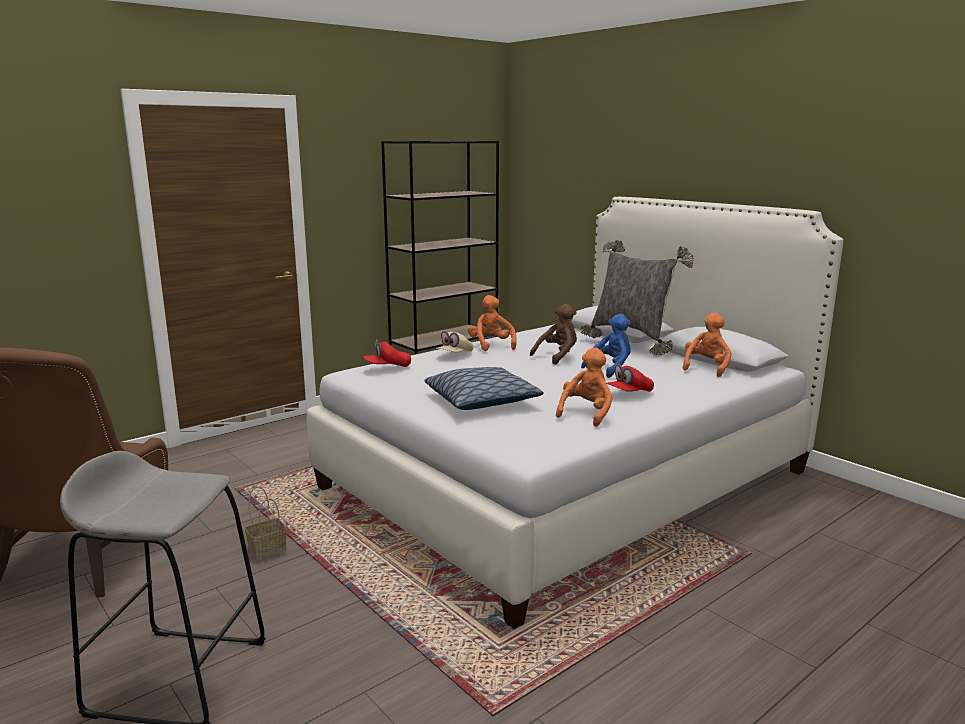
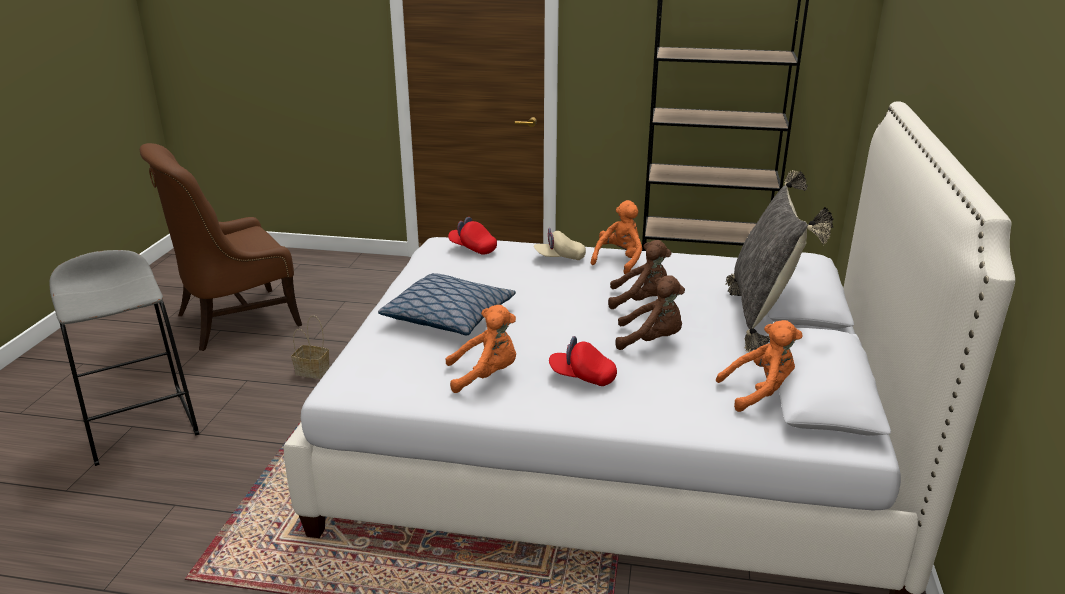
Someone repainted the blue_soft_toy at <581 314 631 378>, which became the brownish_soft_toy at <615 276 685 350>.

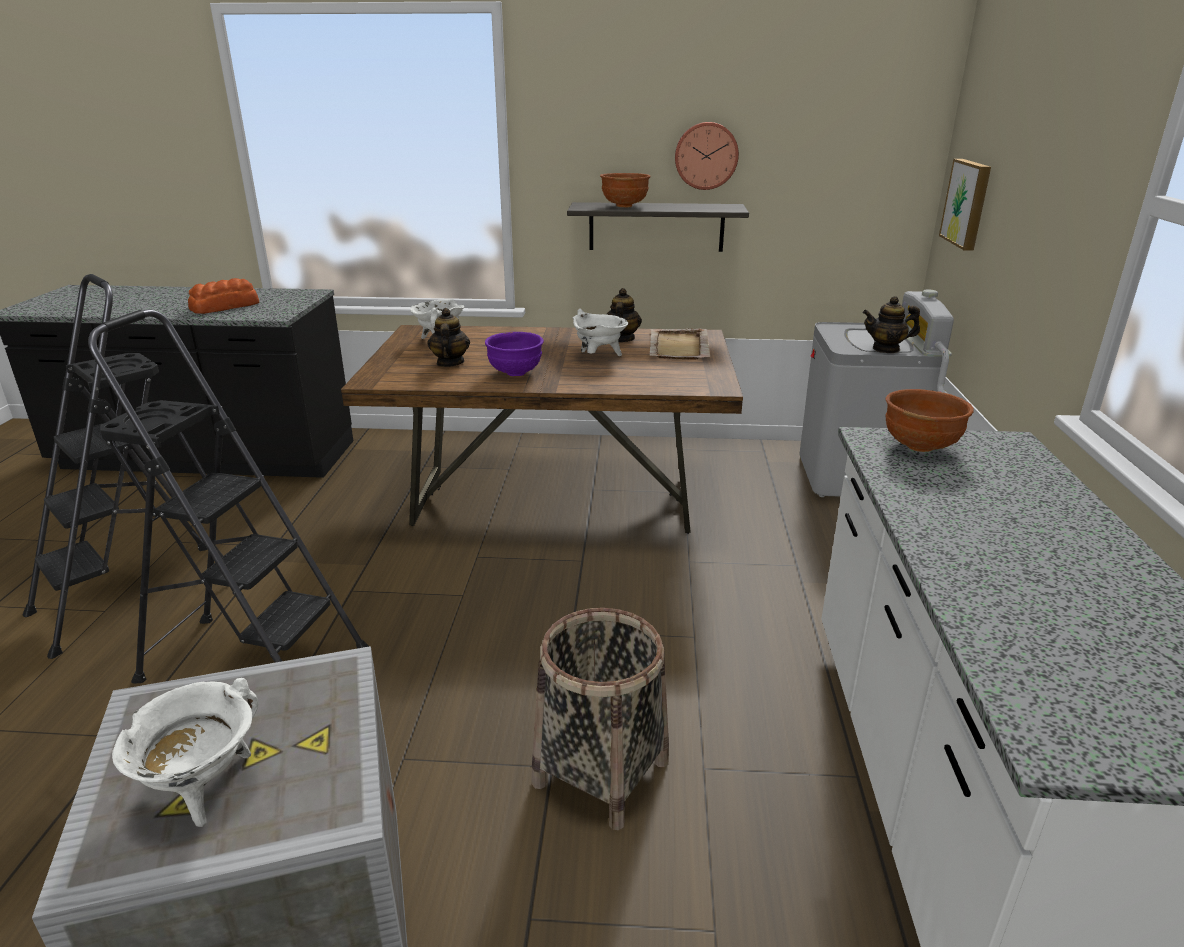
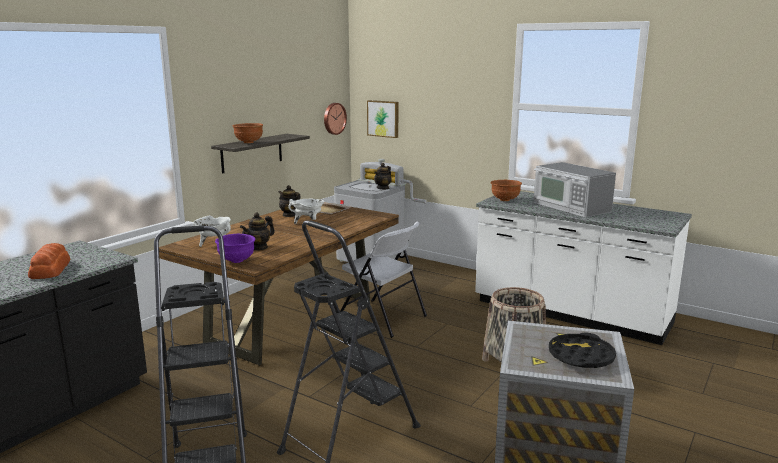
Someone carried the clock_on_the_wall from <675 122 739 190> to <324 103 347 135>.
Someone rotated the tea_pot at <427 308 470 367> by 75 degrees counterclockwise.
Someone carried the purple_deep_dish from <485 332 544 376> to <215 234 255 263>.
Someone swapped the white_cooking_pot at <112 678 258 827> for the blackish_tray at <549 333 616 368>.
Someone put down the microwave at <533 162 616 217>.
Someone put down the white_chair at <340 221 427 338>.

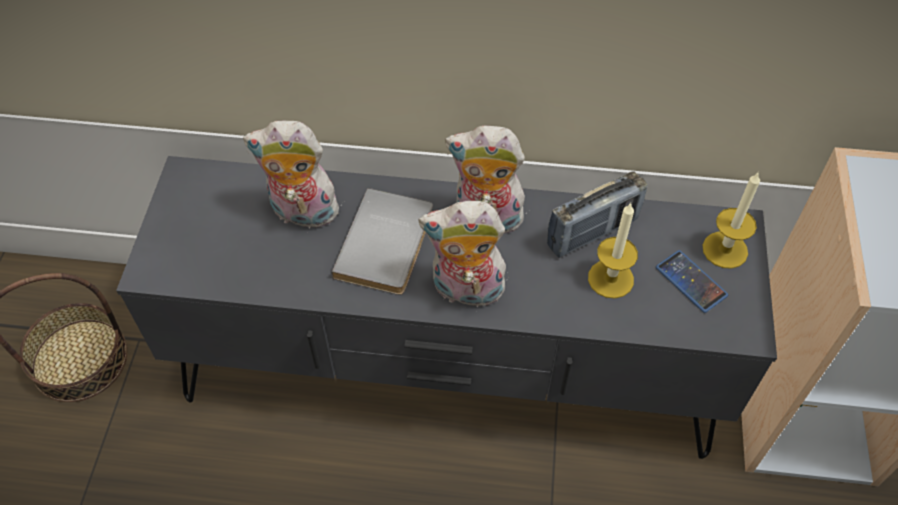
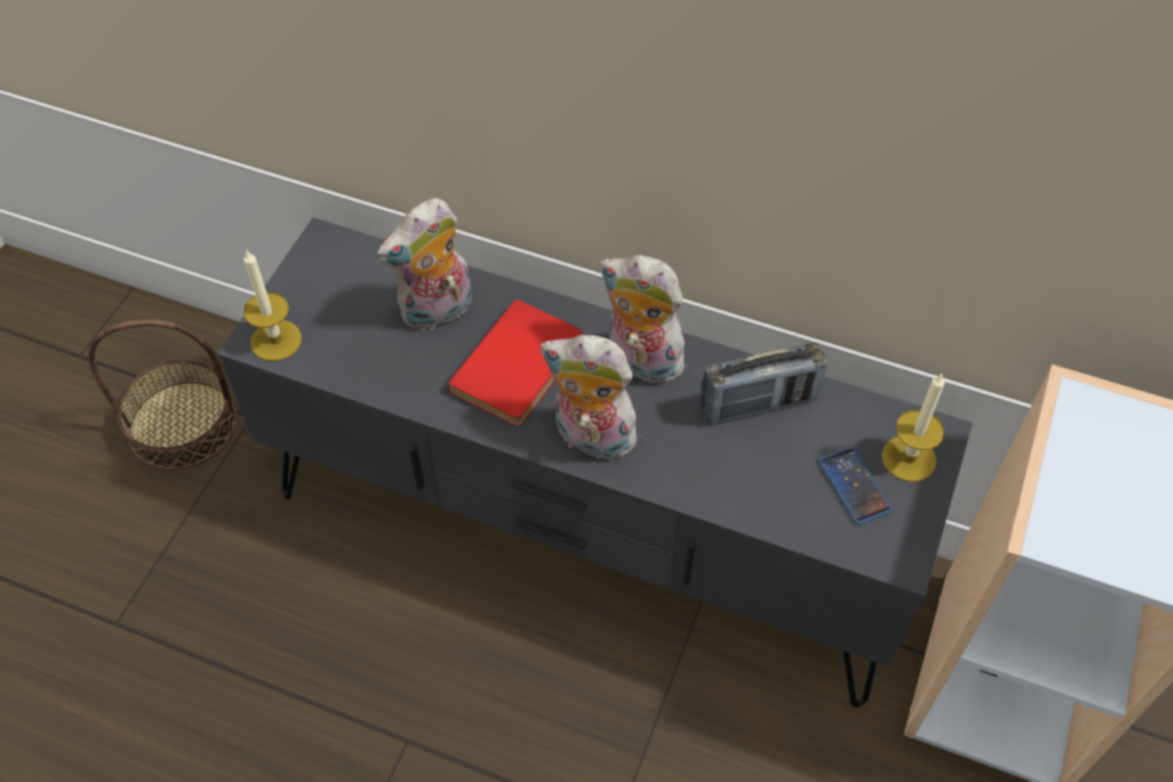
Someone rotated the soft_toy at <243 121 339 228> by 60 degrees counterclockwise.
Someone repainted the grey_bound_book at <332 188 433 295>, which became the reddish_bound_book at <447 299 583 426>.
Someone carried the wax_candle from <588 203 638 299> to <243 251 302 361>.

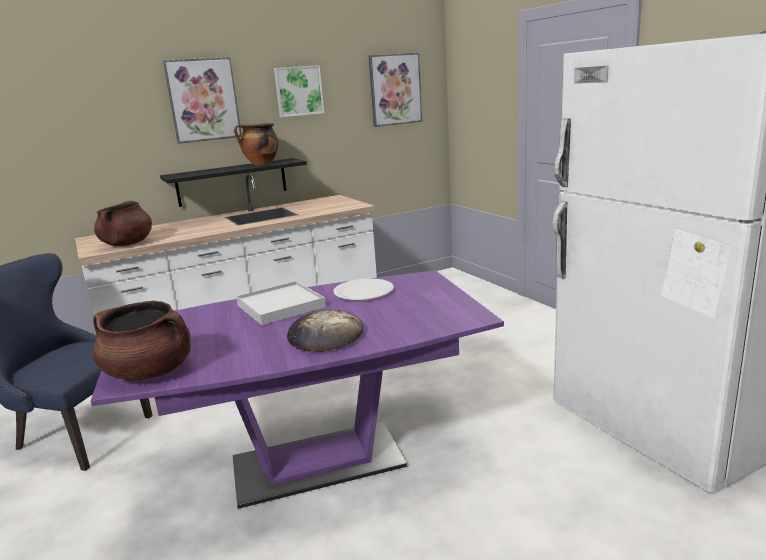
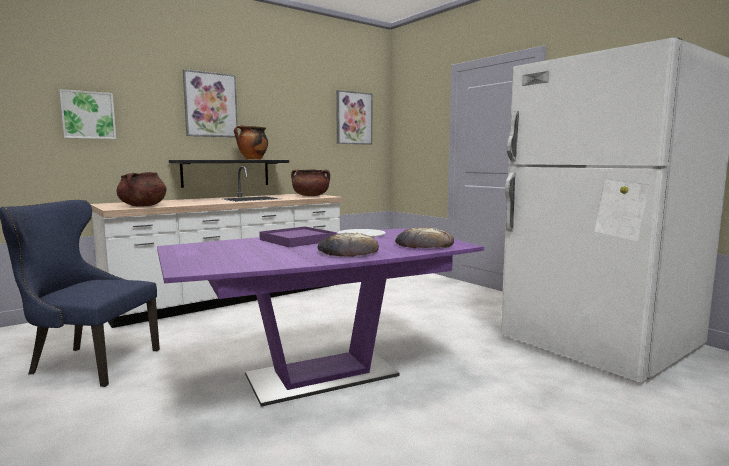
Someone carried the wall_picture from <274 65 324 117> to <59 89 116 139>.
Someone repainted the white_tray at <236 281 326 325>, which became the purple_tray at <259 227 336 247>.
Someone carried the brownish_cooking_pot from <93 301 191 380> to <291 169 330 196>.
Someone put down the baked_bread at <395 227 454 248>.

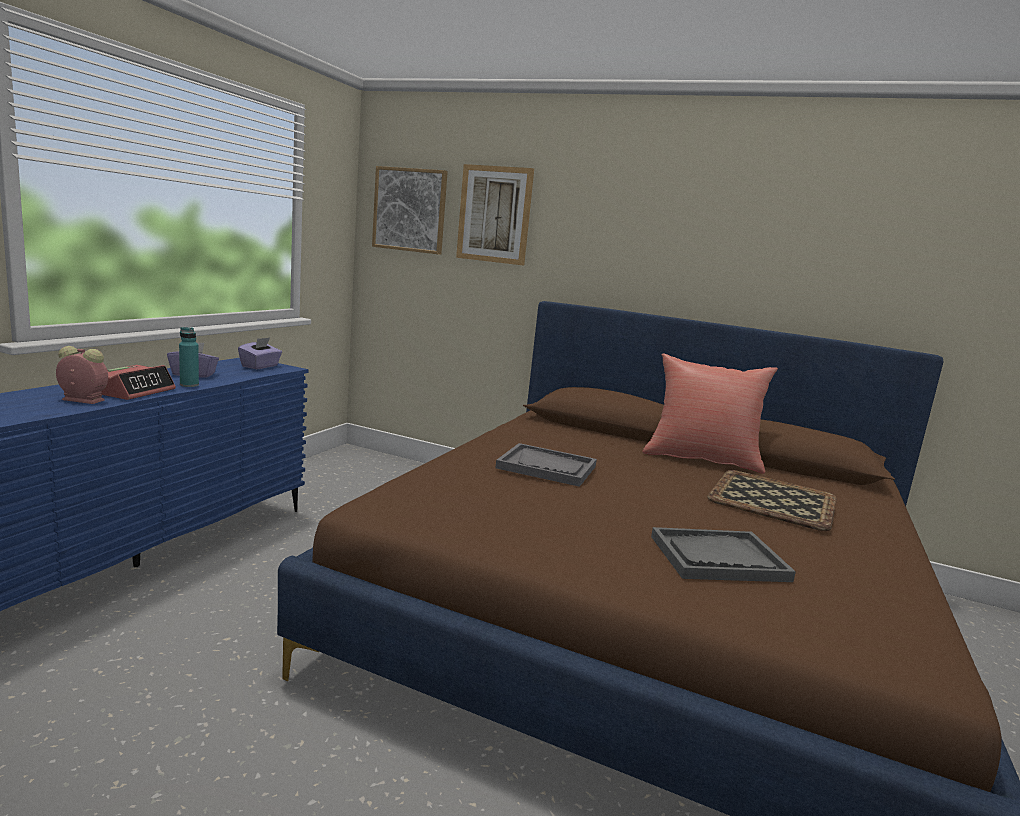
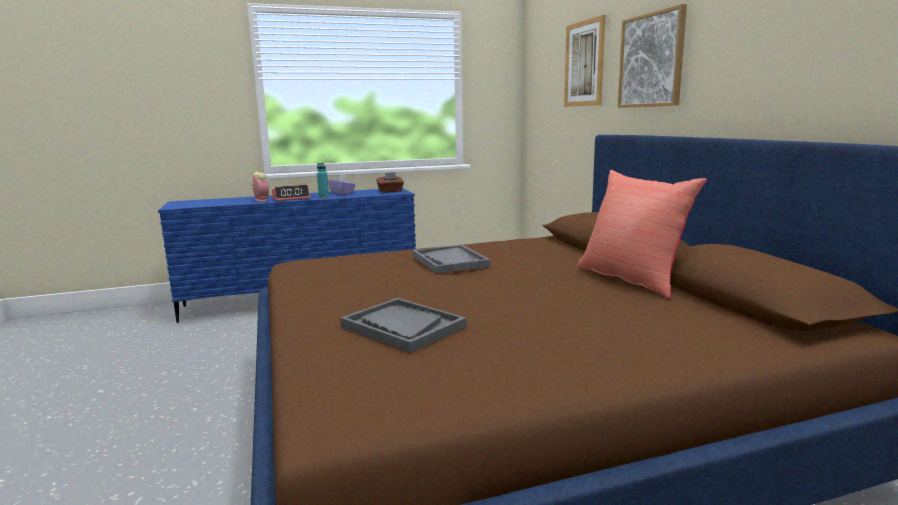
Someone carried the wall_picture from <372 166 448 255> to <618 4 687 108>.
Someone repainted the purple_box_of_tissues at <238 337 282 369>, which became the brownish_box_of_tissues at <376 172 404 193>.
Someone took away the tray at <707 470 837 531>.

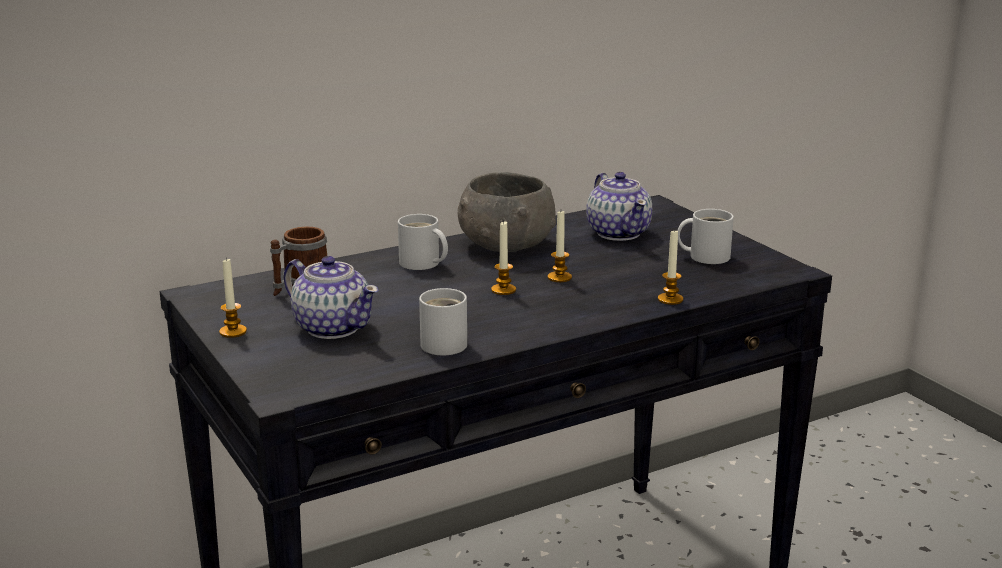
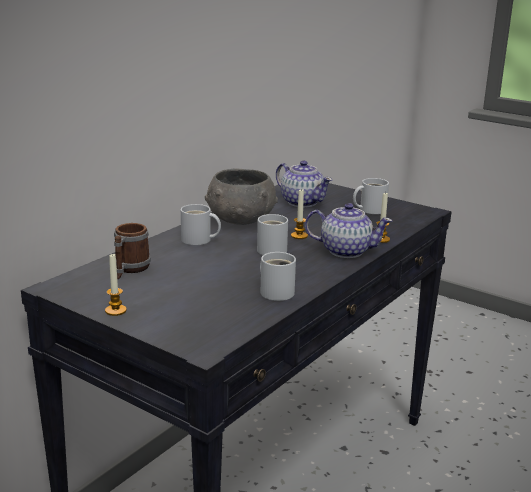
Someone swapped the wax_candle at <491 220 516 295> for the white_coffee_mug at <257 214 288 255>.
Someone carried the tea_pot from <284 256 378 339> to <305 203 393 258>.

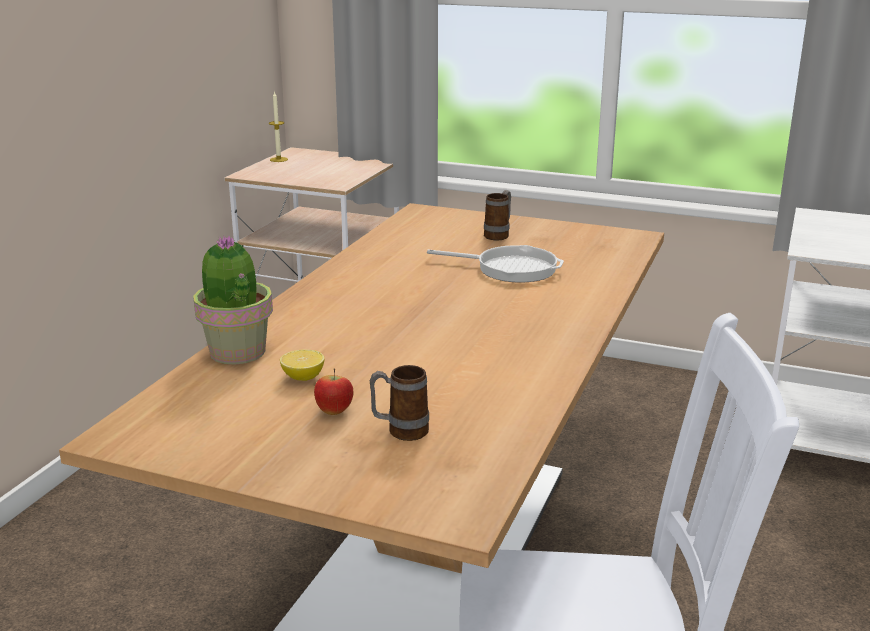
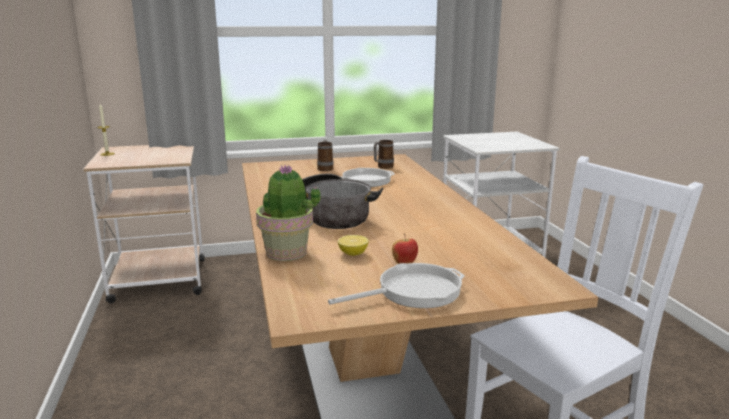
Someone carried the coffee_mug from <370 365 429 441> to <374 140 394 169>.
Someone put down the cooking_pot at <302 174 383 229>.
Someone put down the frying_pan at <328 263 465 308>.

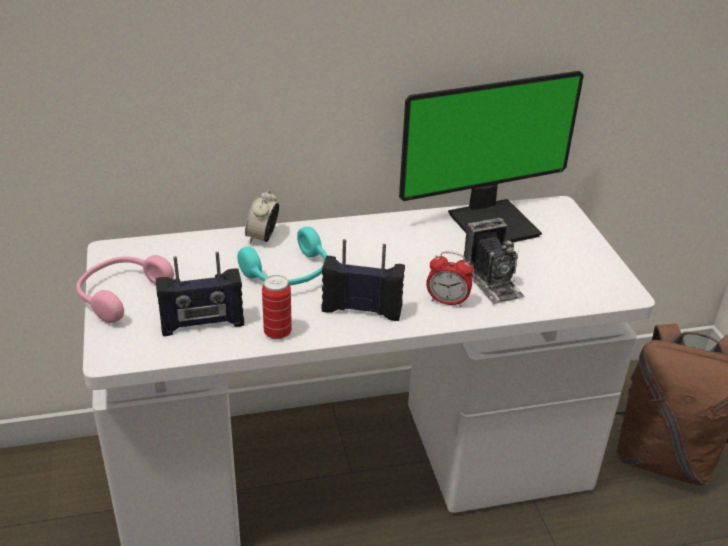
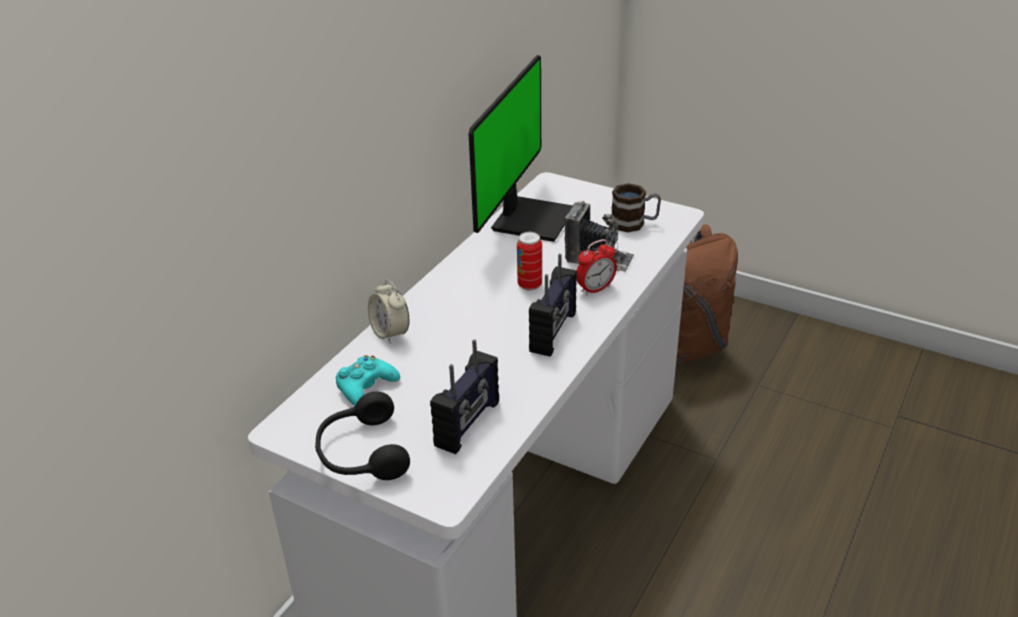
Someone took away the turquoise_headphones at <237 227 328 285>.
Someone rotated the radio at <322 239 405 321> by 150 degrees clockwise.
Someone repainted the pinkish_headphones at <76 255 174 323>, which became the blackish_headphones at <315 392 410 480>.
Someone carried the metal_can from <262 275 292 340> to <517 232 542 291>.
Someone put down the coffee_mug at <612 183 661 232>.
Someone put down the turquoise_gamepad at <336 355 400 406>.

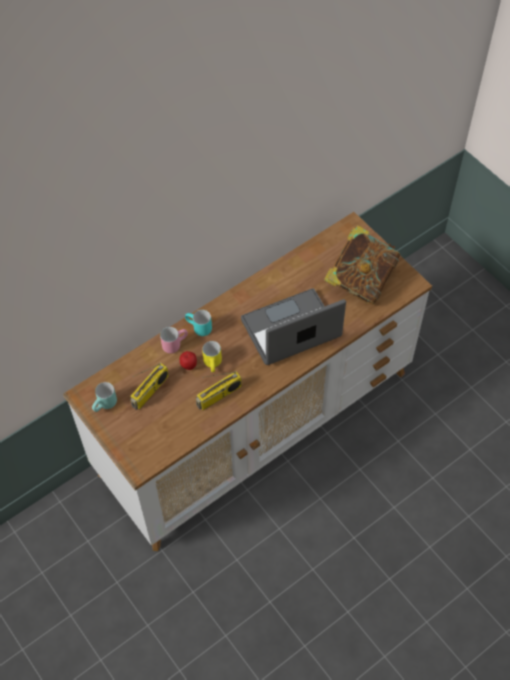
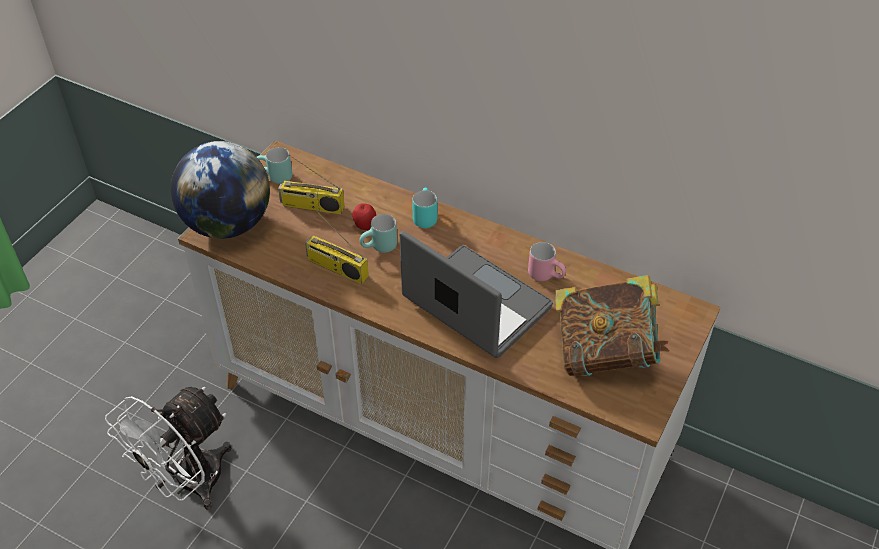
Someone carried the pinkish_coffee_mug from <160 327 188 353> to <528 242 566 281>.
Someone repainted the yellow-coloured_coffee_mug at <202 341 222 372>, which became the turquoise_coffee_mug at <359 214 397 252>.
Someone put down the desk_globe at <171 141 270 239>.
Someone put down the white_fan at <105 387 231 510>.

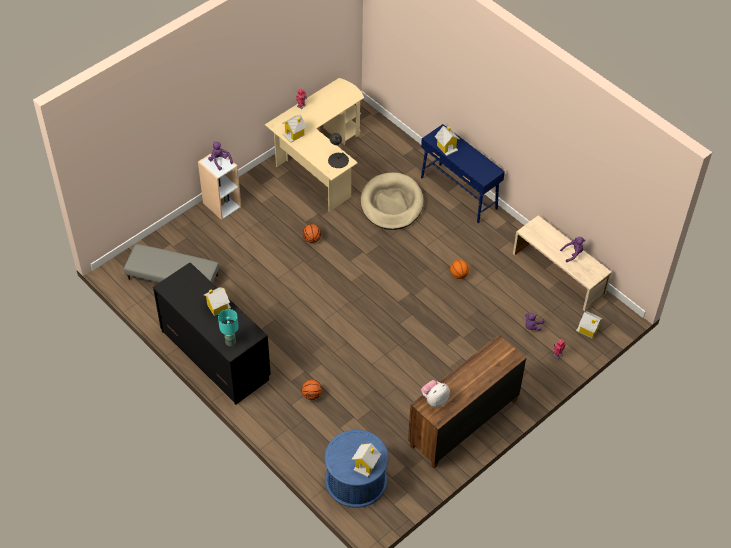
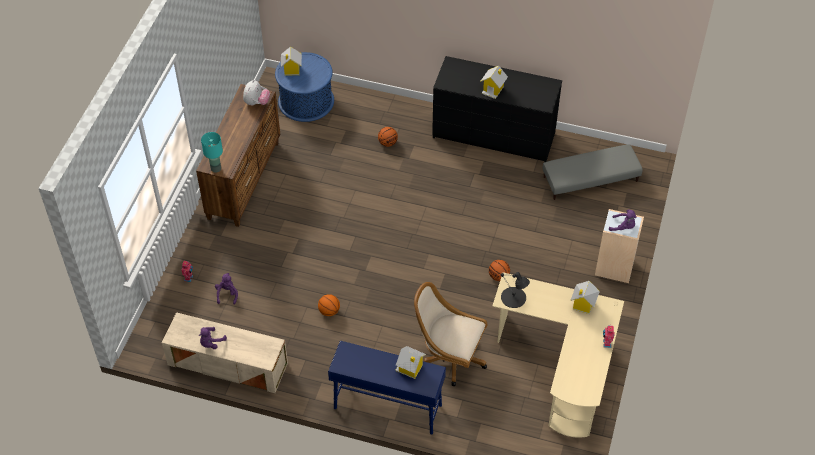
Someone swapped the beige_dog_cushion at <361 172 424 230> for the computer_chair at <414 282 488 386>.
Someone carried the turquoise_table_lamp from <218 309 239 346> to <201 132 223 173>.
Someone took away the miniature_house at <576 311 603 338>.

